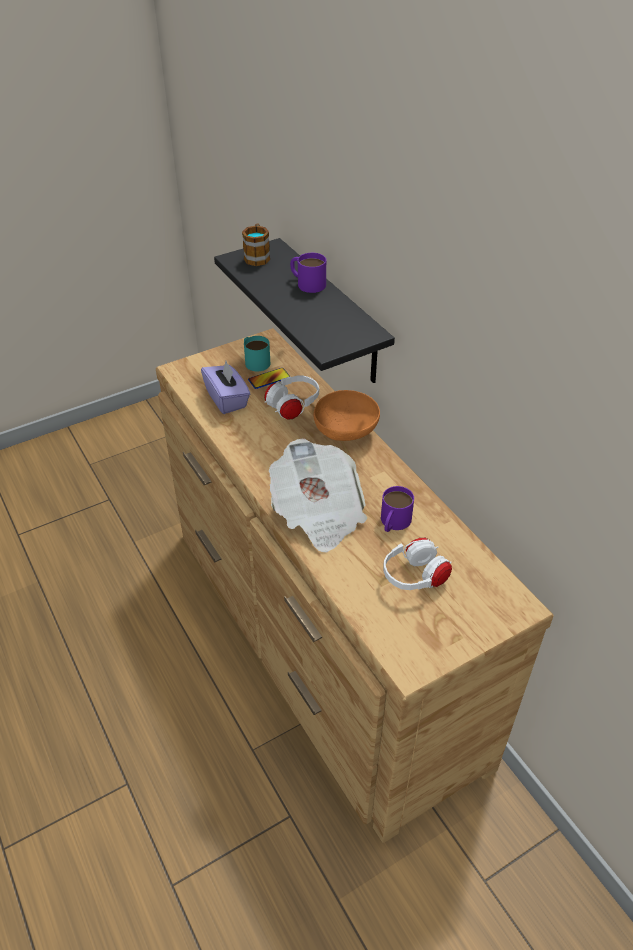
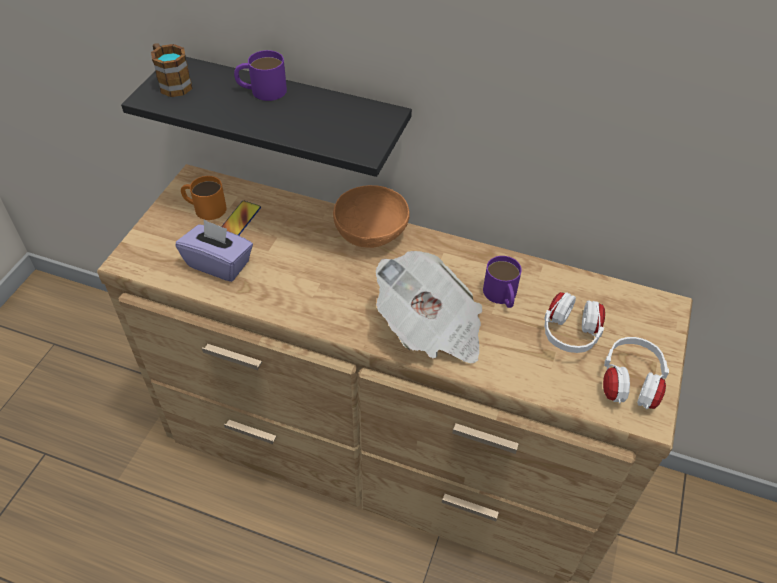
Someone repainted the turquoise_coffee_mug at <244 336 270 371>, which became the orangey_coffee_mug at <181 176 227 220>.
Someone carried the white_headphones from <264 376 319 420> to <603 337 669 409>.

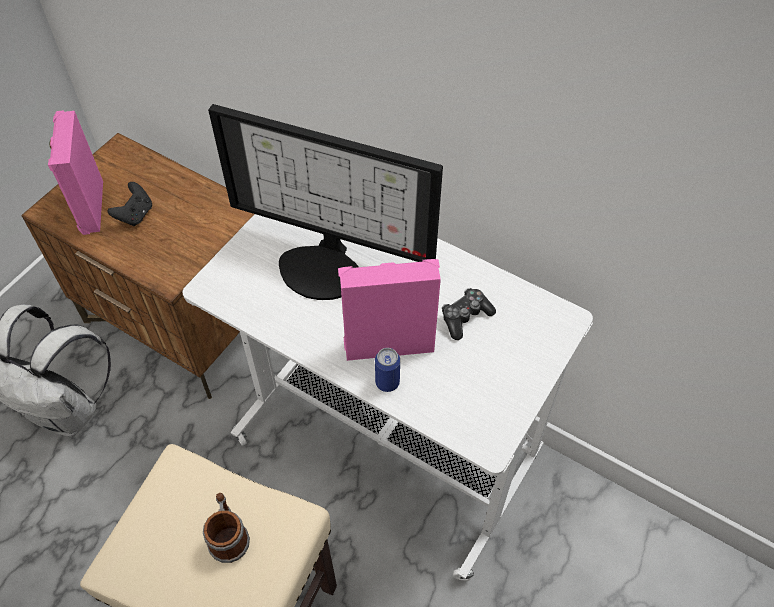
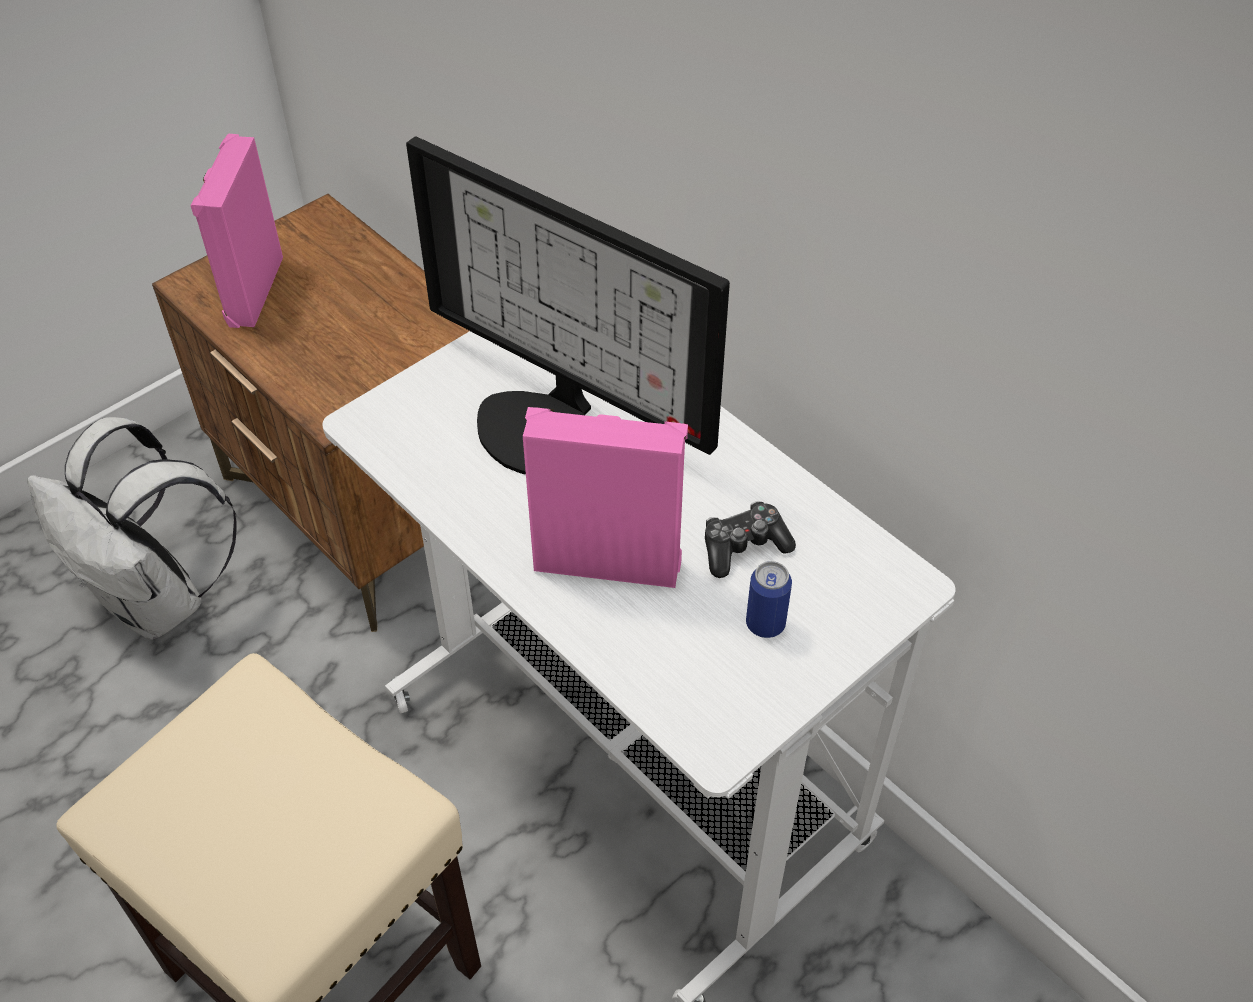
Someone took away the blackish_gamepad at <108 182 152 226>.
Someone carried the metal_can from <375 348 400 392> to <746 561 792 638>.
Someone took away the coffee_mug at <203 493 250 563>.

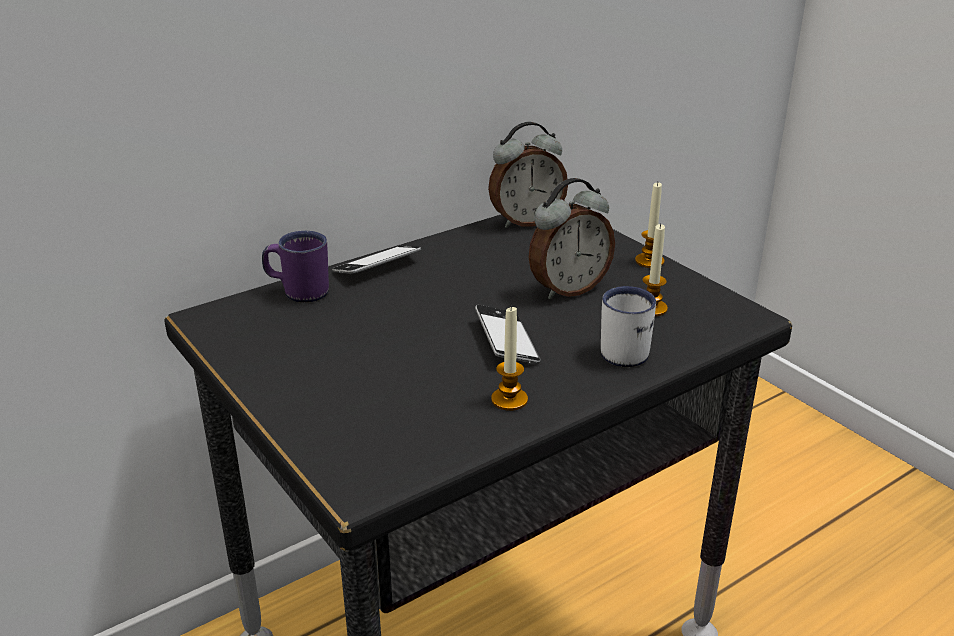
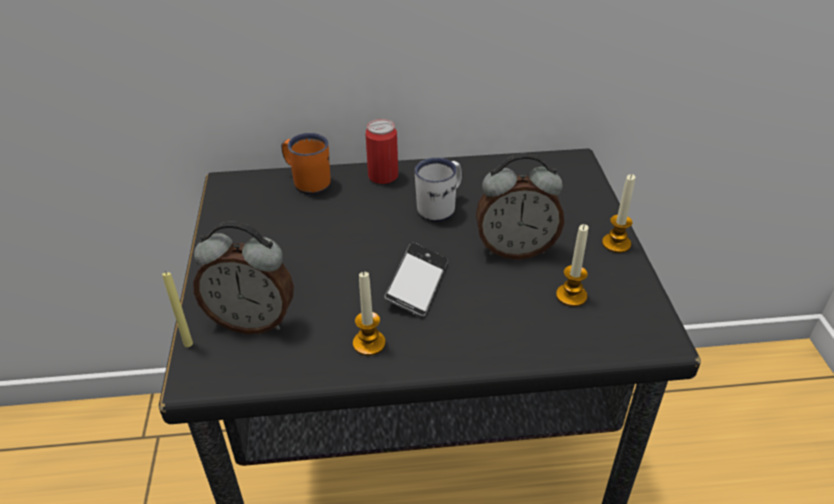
Someone carried the bedside_clock from <488 122 568 228> to <193 221 294 334>.
Someone repainted the purple_coffee_mug at <262 231 329 303>, which became the orangey_coffee_mug at <281 133 331 194>.
Someone swapped the handset at <332 246 421 274> for the metal_can at <366 119 398 184>.
Someone carried the white_coffee_mug from <601 286 656 367> to <415 158 463 222>.
Someone put down the yellow-coloured_wax_candle at <162 271 193 347>.

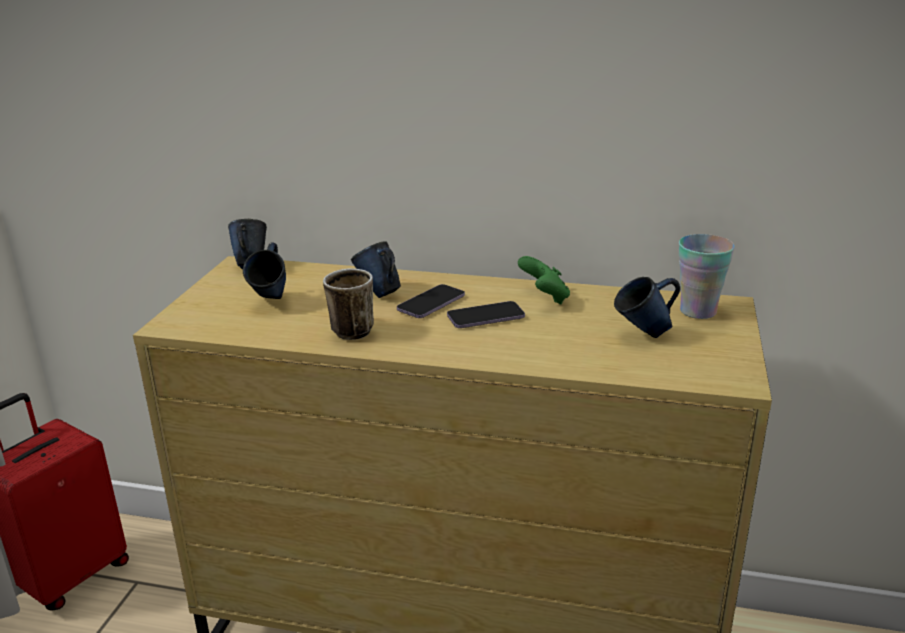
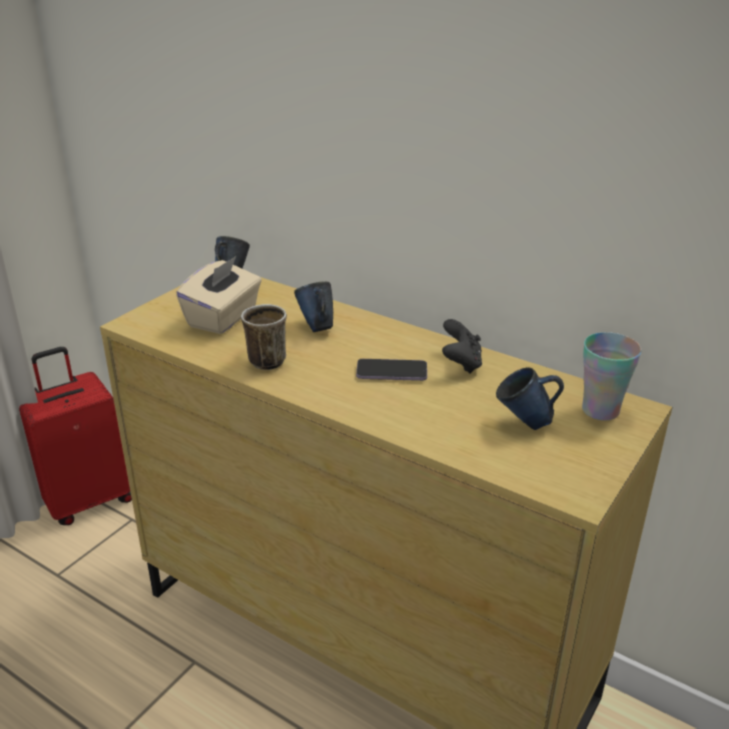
Someone swapped the blue_coffee_mug at <243 242 286 299> for the beige_box_of_tissues at <176 256 262 334>.
Someone repainted the green_gamepad at <518 256 570 304>, which became the blackish_gamepad at <442 319 482 374>.
Someone took away the handset at <397 284 465 318>.

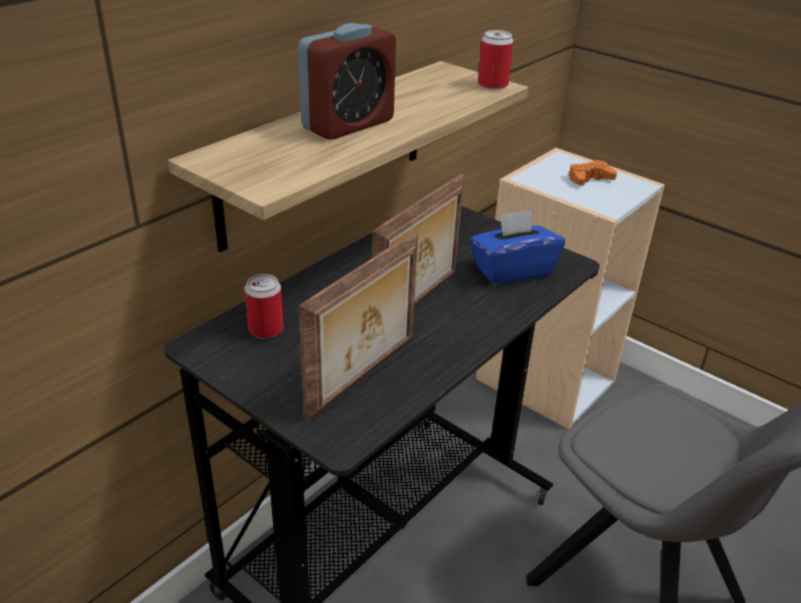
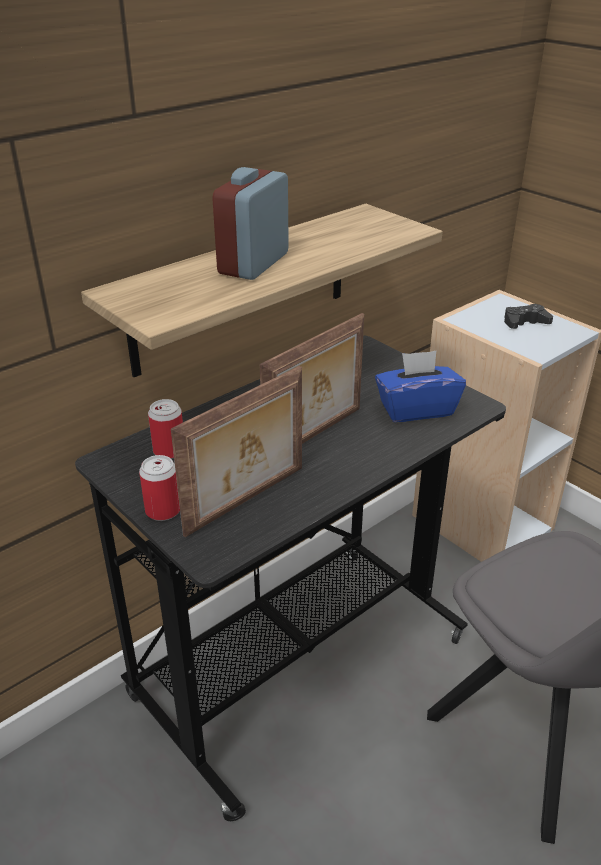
Someone rotated the bedside_clock at <298 23 396 140> by 150 degrees clockwise.
Someone carried the metal_can from <478 30 514 90> to <139 455 180 521>.
Someone repainted the orangey_gamepad at <569 160 617 186>, which became the blackish_gamepad at <504 304 553 329>.

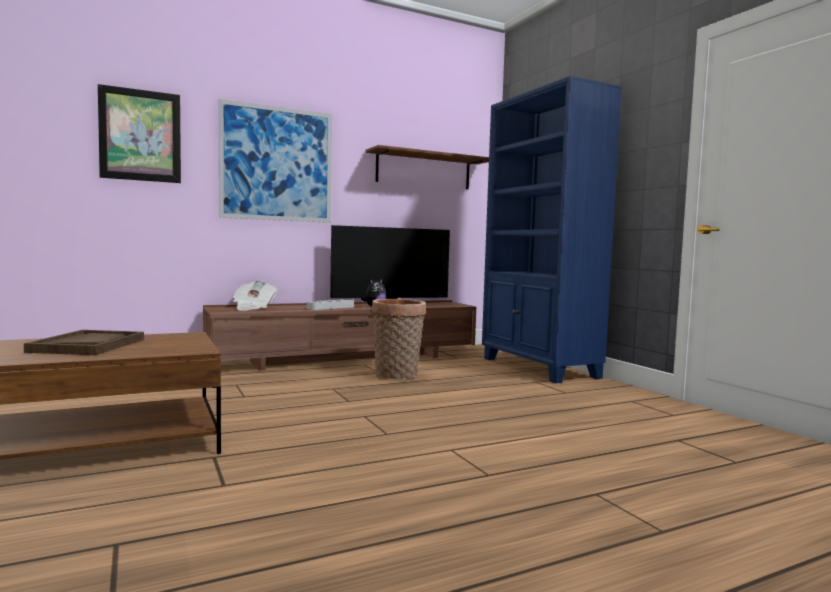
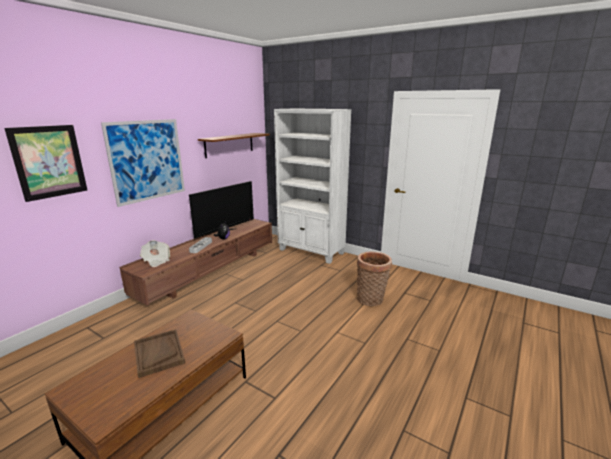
Someone repainted the blue_bookshelf at <482 76 622 383>, which became the white_bookshelf at <274 109 352 264>.
Someone carried the basket from <371 299 426 380> to <357 252 392 306>.

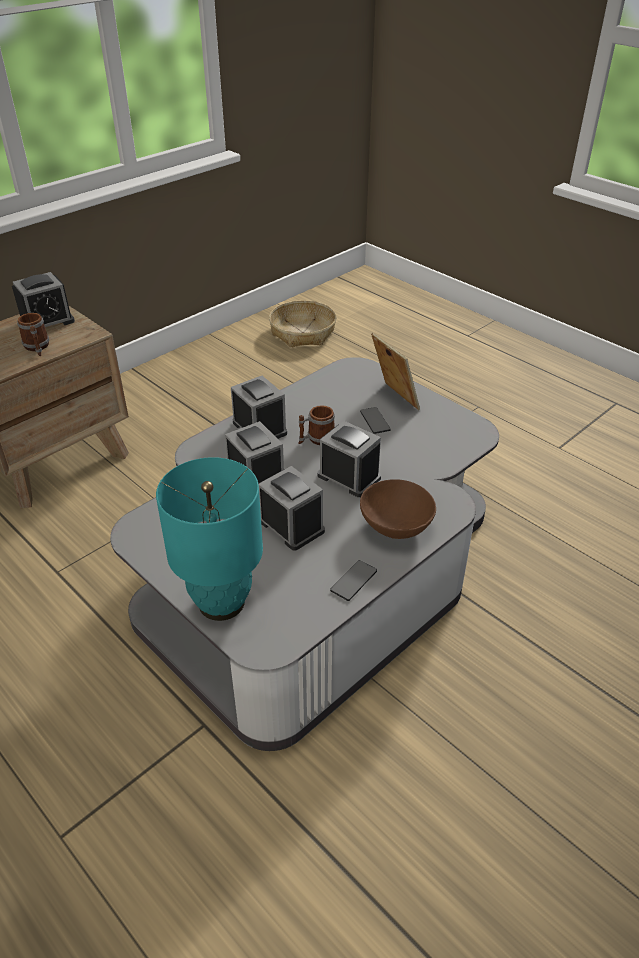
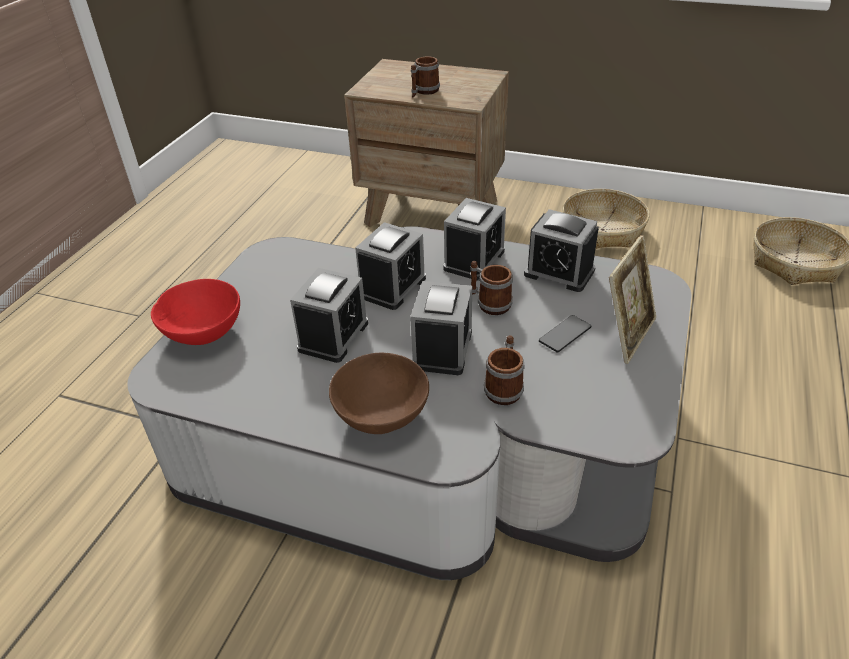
Someone carried the bedside_clock from <12 272 75 327> to <524 209 599 292>.
Someone swapped the turquoise_table_lamp at <156 457 263 621> for the reddish_deep_dish at <151 279 240 345>.
Someone took away the handset at <330 560 377 601>.
Someone put down the basket at <562 189 650 249>.
Someone put down the coffee_mug at <484 335 525 405>.

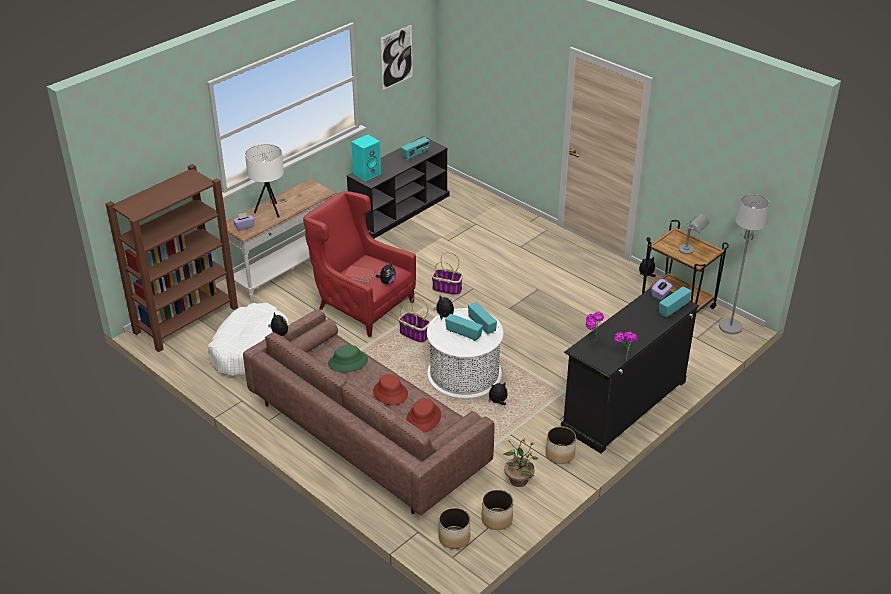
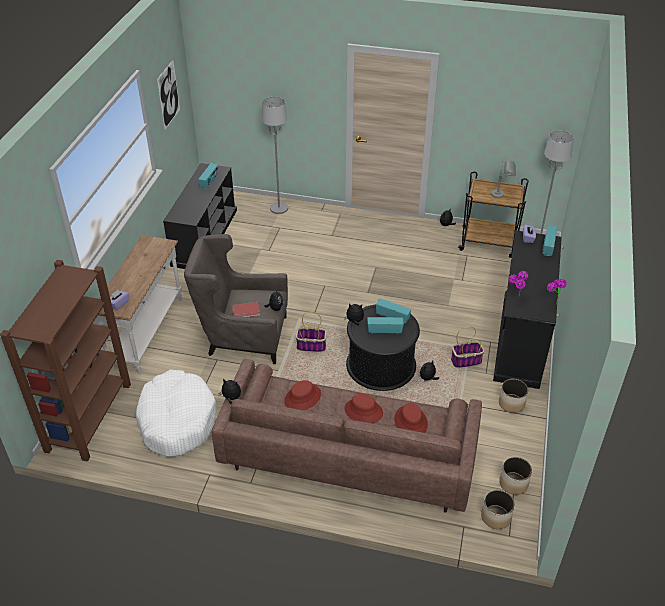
Someone took away the turquoise_audio_speaker at <351 135 381 181>.
Someone took away the white_table_lamp at <245 144 287 218>.
Someone repainted the reddish_armchair at <303 191 416 337>, which became the grey_armchair at <184 234 288 364>.
Someone carried the basket from <432 252 463 295> to <451 326 485 368>.
Someone repainted the white_coffee_table at <427 308 504 399>, which became the blackish_coffee_table at <346 304 420 391>.
Someone repainted the green_hat at <328 345 368 372>, which became the reddish_hat at <284 380 321 410>.
Someone took away the plant_in_a_pot at <503 438 538 487>.
Someone put down the grey_standard_lamp at <262 97 288 214>.

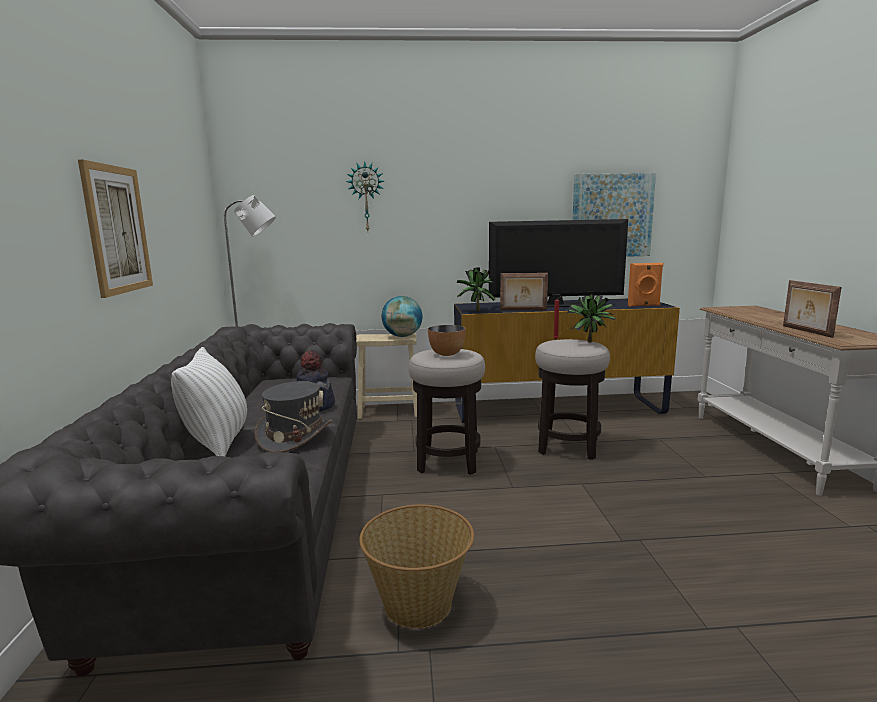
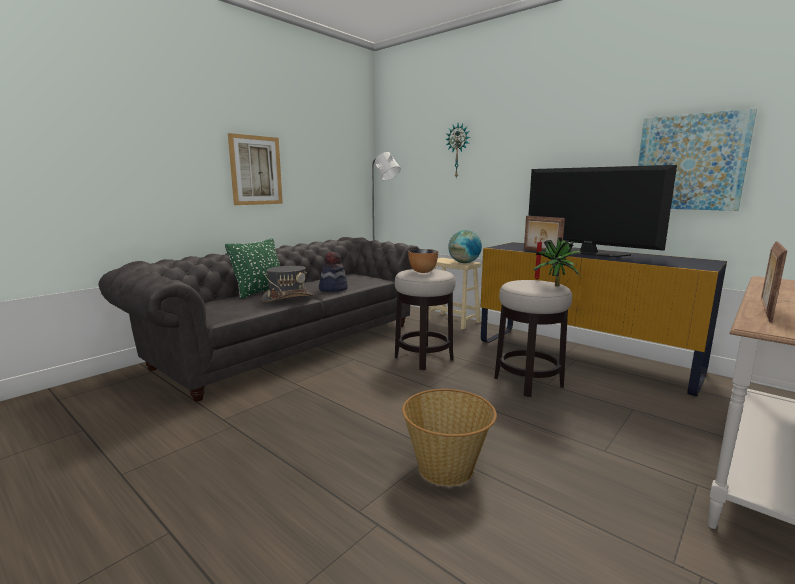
Someone took away the orangey_audio_speaker at <628 263 663 307>.
Someone took away the plant_in_a_pot at <456 268 495 312>.
Someone repainted the white_cushion at <171 347 247 456>, which became the green_cushion at <225 238 280 299>.
Someone carried the basket from <359 505 474 629> to <402 389 497 486>.

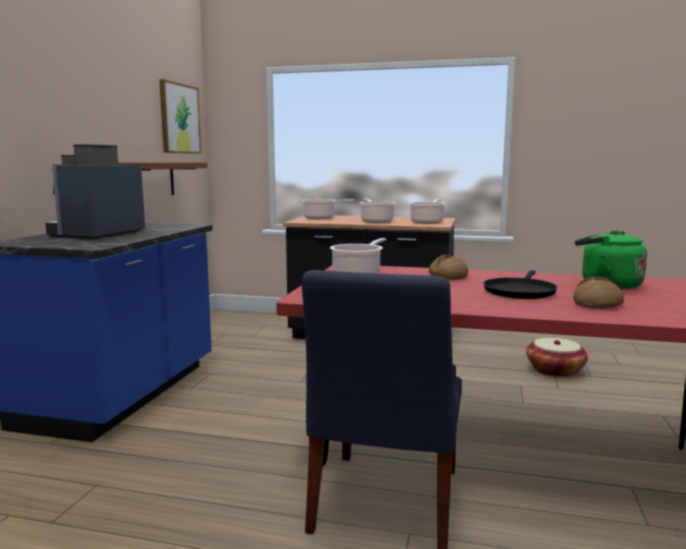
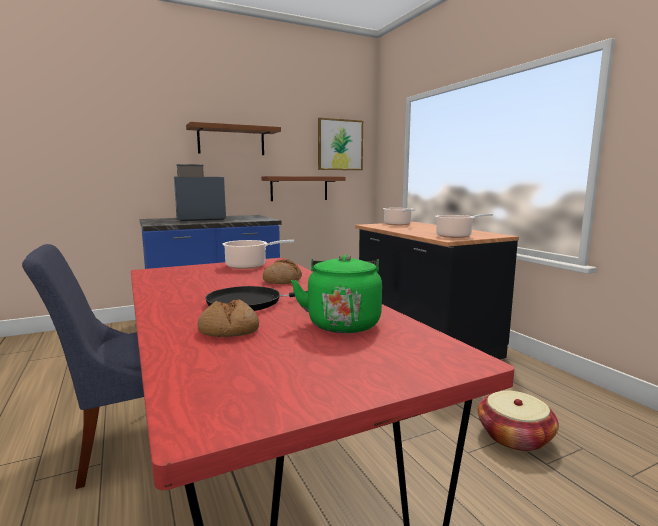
Someone took away the cooking_pot at <360 198 395 223>.
Someone put up the brownish_shelf at <186 122 281 155>.

